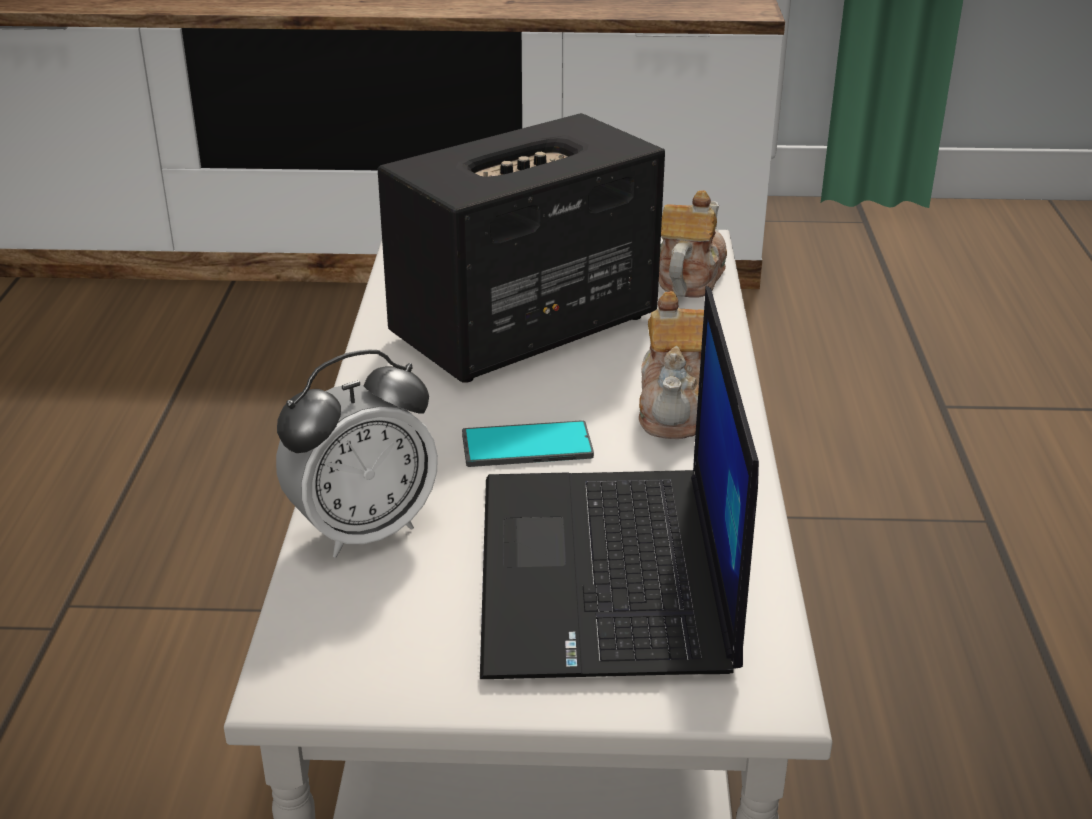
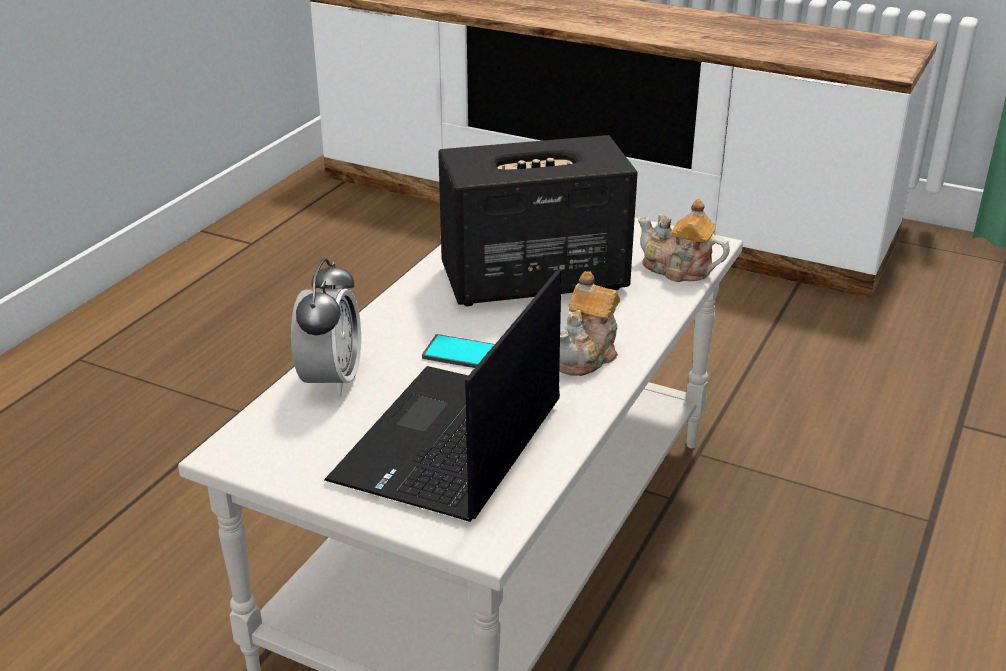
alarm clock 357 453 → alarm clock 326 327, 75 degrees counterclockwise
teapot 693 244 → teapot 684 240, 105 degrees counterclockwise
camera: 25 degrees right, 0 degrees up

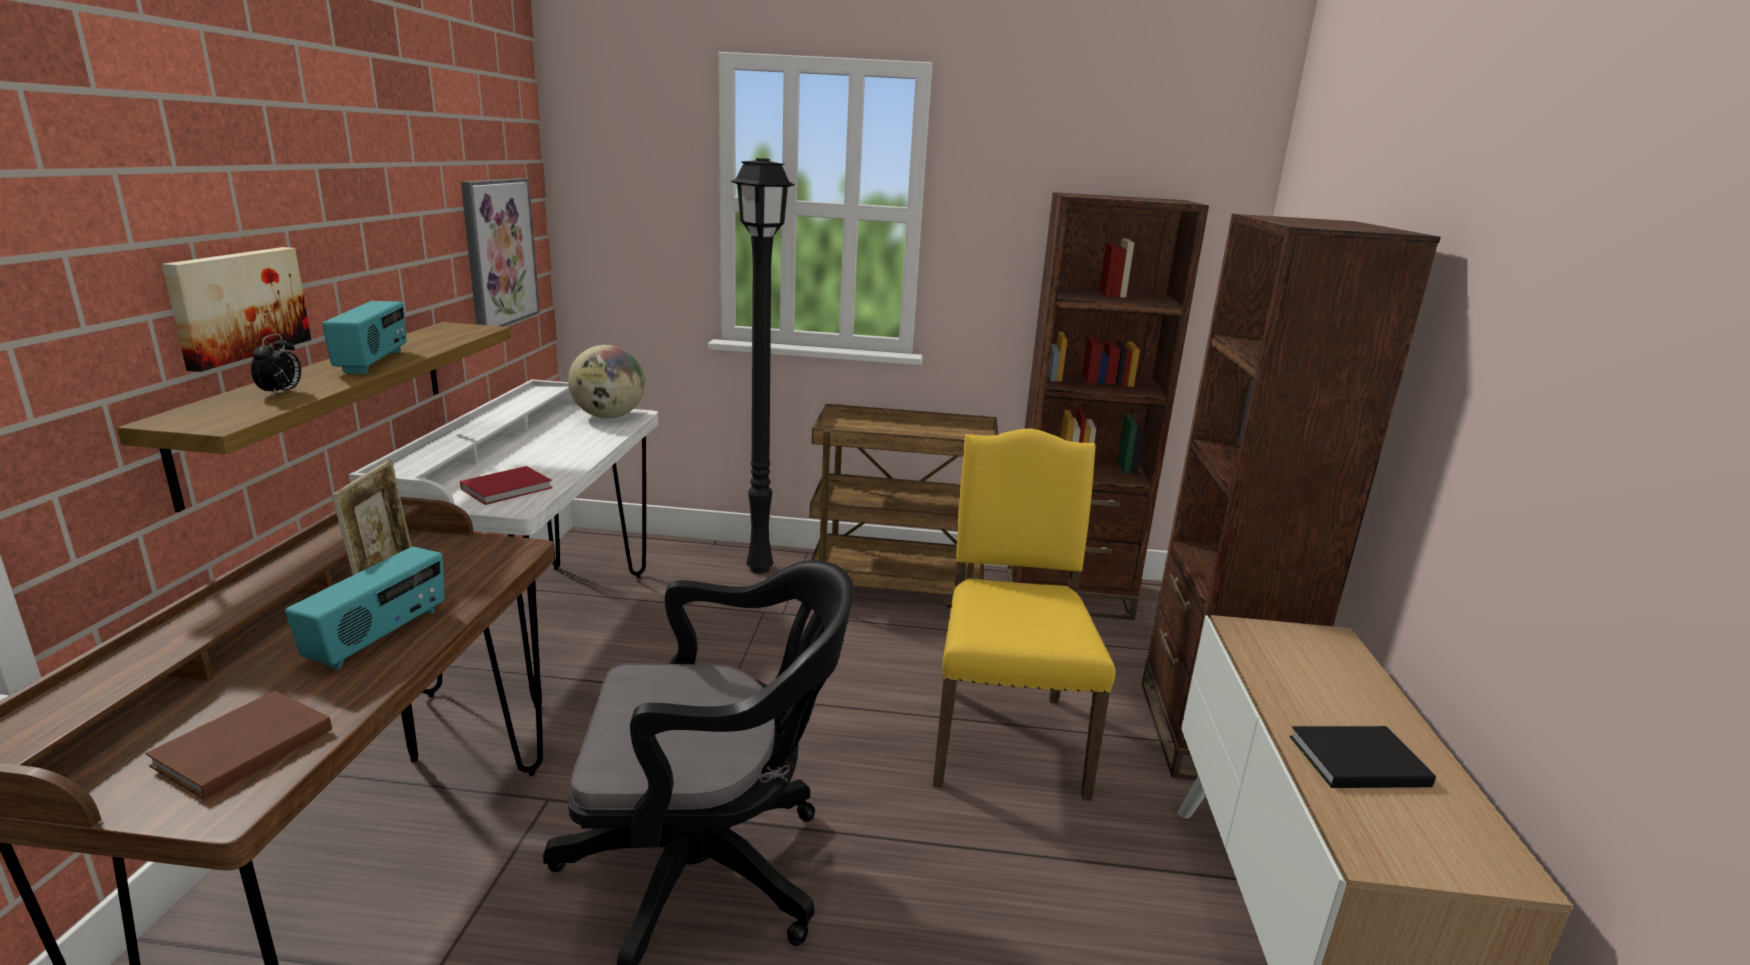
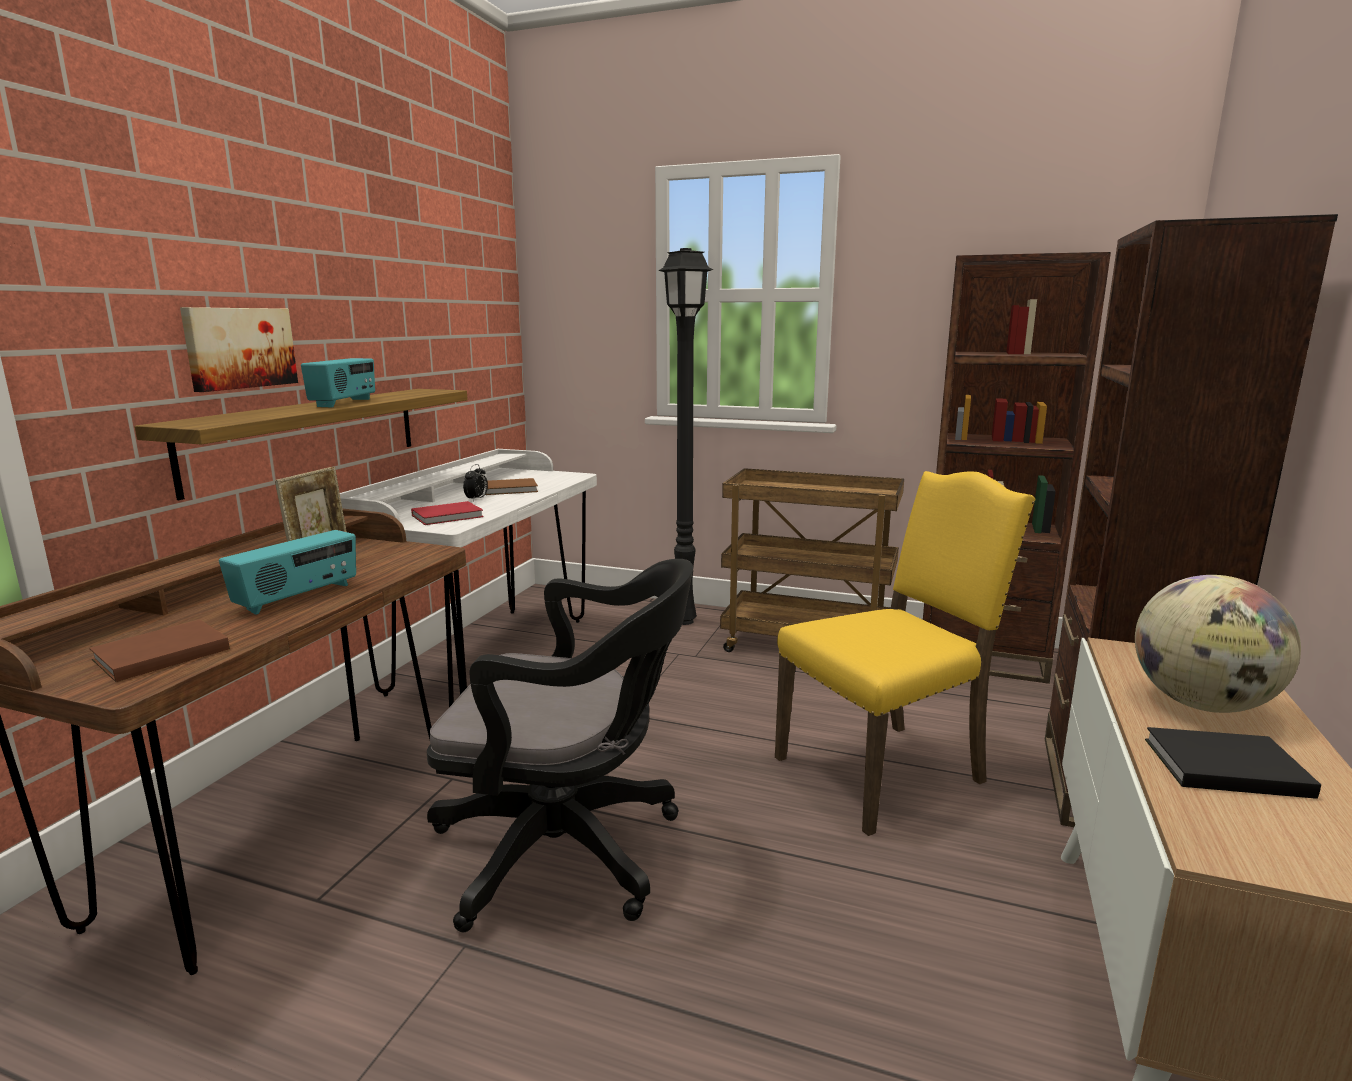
alarm clock 276 365 → alarm clock 475 482, shifted
picture 500 252 → -
globe 606 381 → globe 1218 644, shifted
yellow chair 1024 615 → yellow chair 905 653, 45 degrees clockwise
- → brown book 511 486
camera: 15 degrees right, 5 degrees down

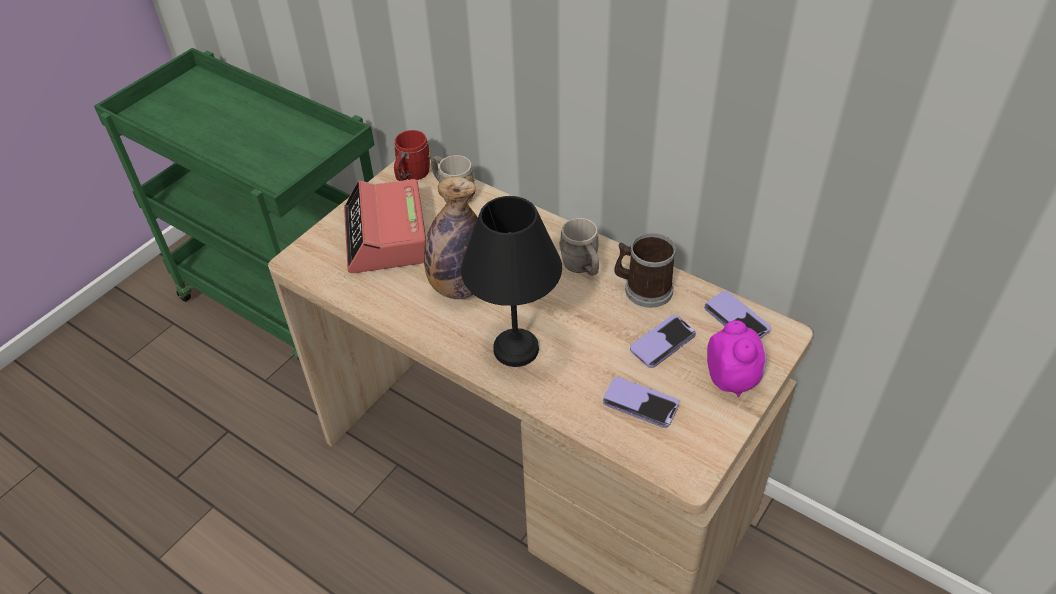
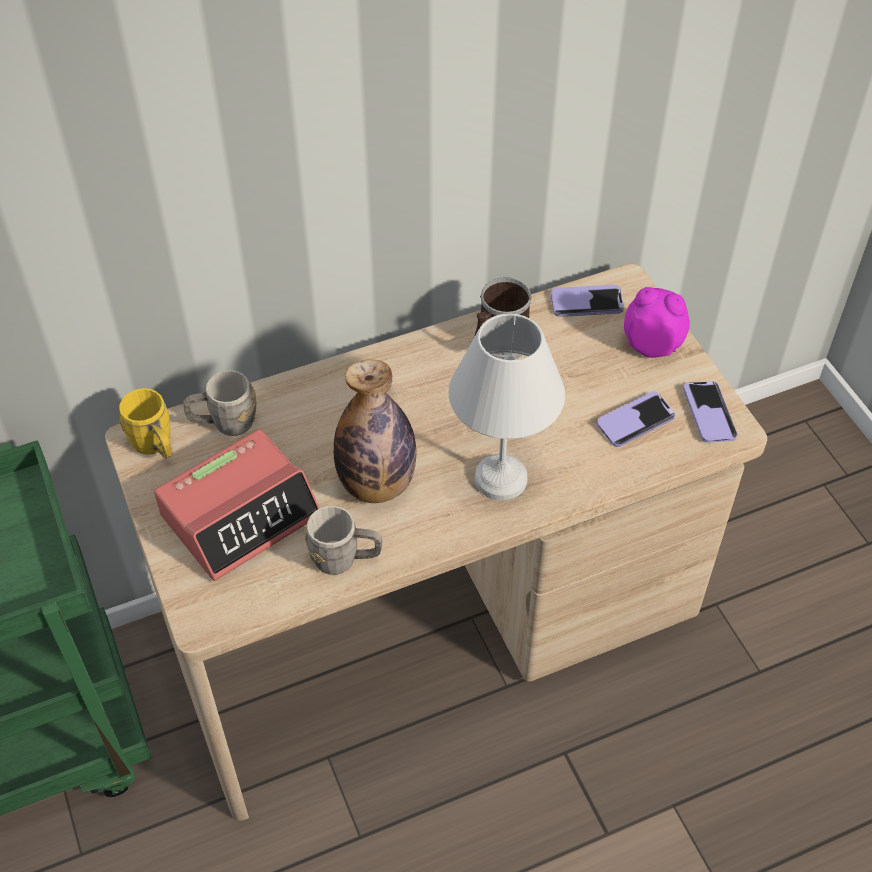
alarm clock 385 226 → alarm clock 236 505, 60 degrees counterclockwise
red mug 412 155 → yellow mug 146 423
black table lamp 511 281 → white table lamp 507 406
grey mug 579 247 → grey mug 343 540, shifted
phone 663 341 → phone 710 412, shifted
camera: 60 degrees left, 5 degrees up

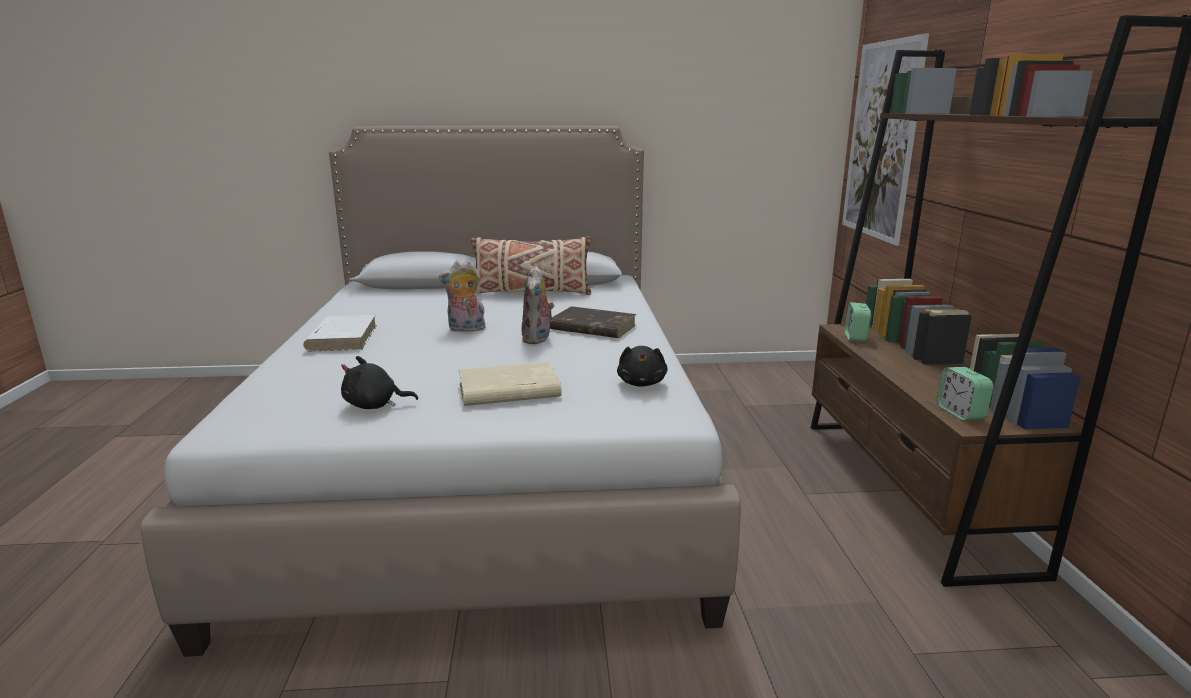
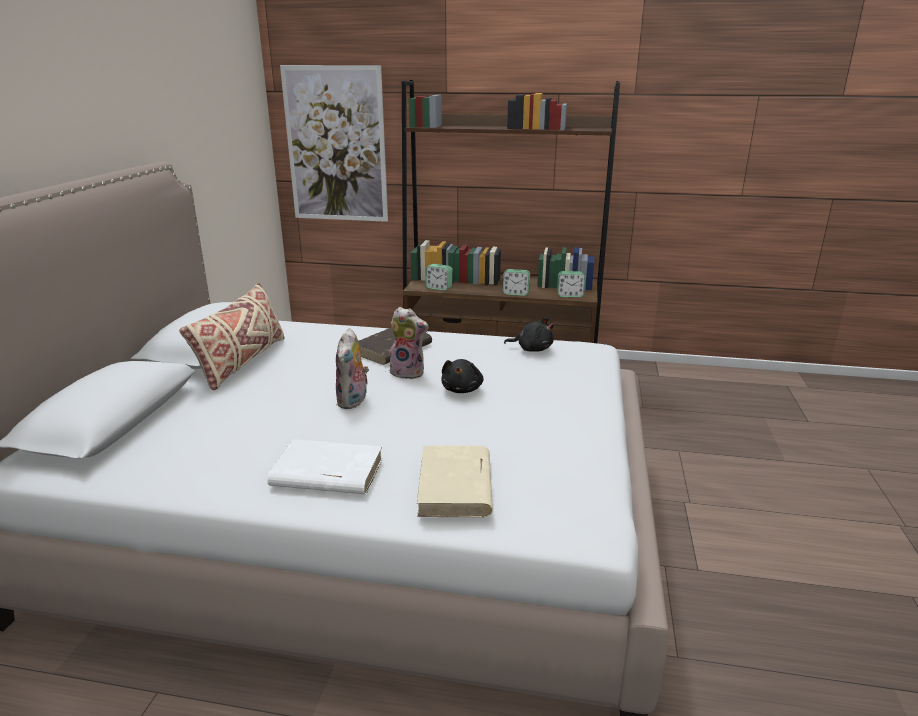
black plush toy 379 382 → black plush toy 462 376, shifted
beige book 510 384 → beige book 455 481, shifted
- → alarm clock 516 282
camera: 75 degrees left, 5 degrees up

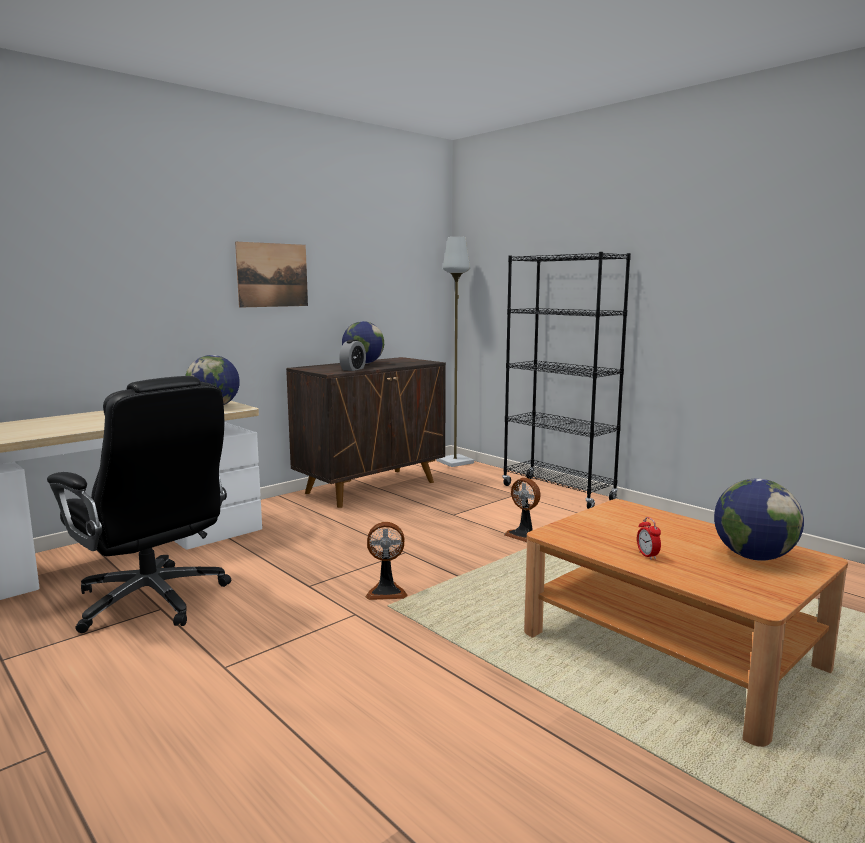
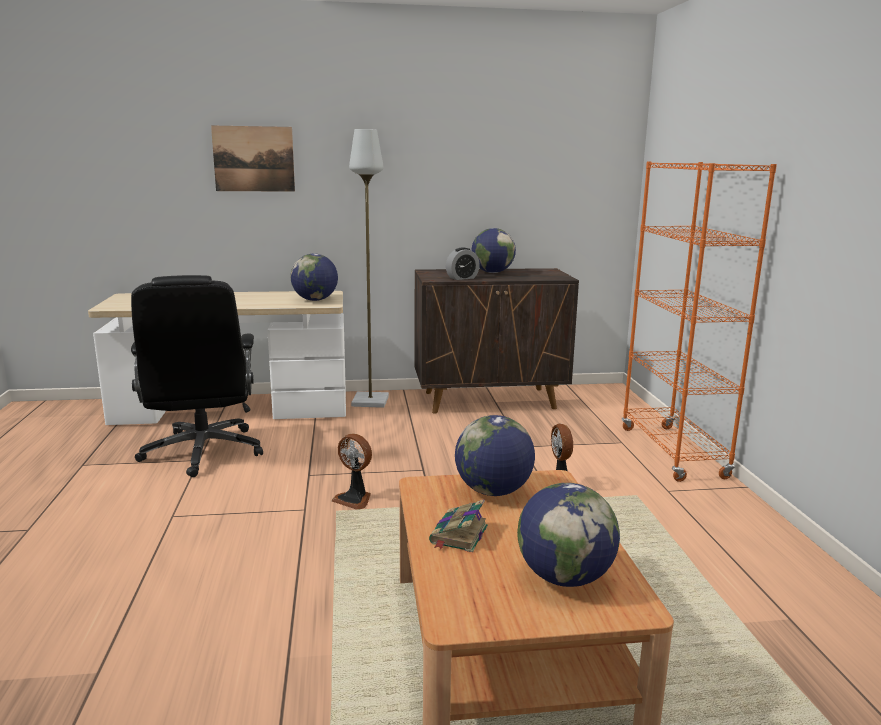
picture 271 275 → picture 253 159, shifted
grey floor lamp 455 352 → grey floor lamp 369 268, shifted
black bookcase 567 380 → orange bookcase 699 321
alarm clock 649 538 → book 458 526
- → globe 495 455
camera: 35 degrees right, 5 degrees up

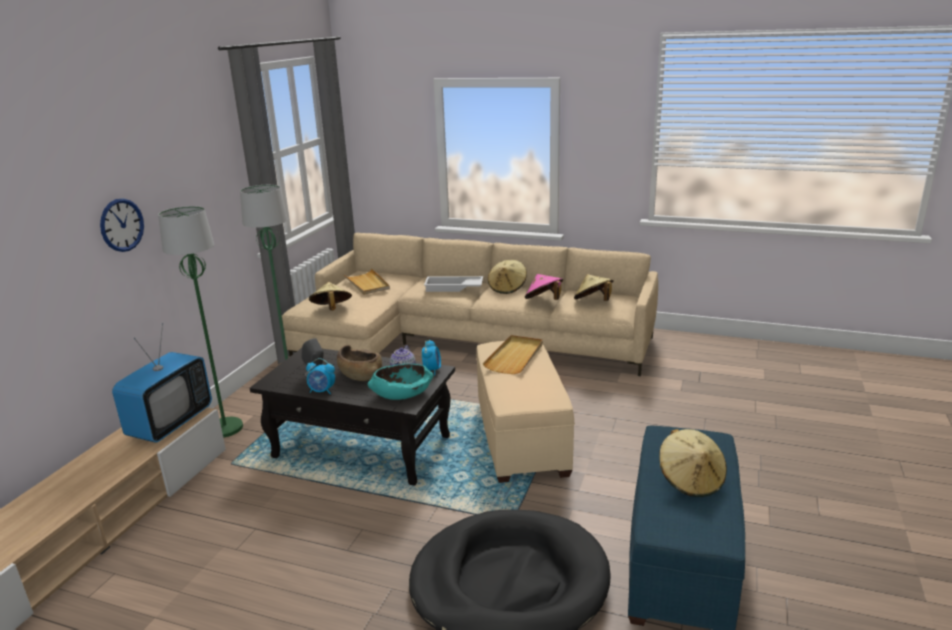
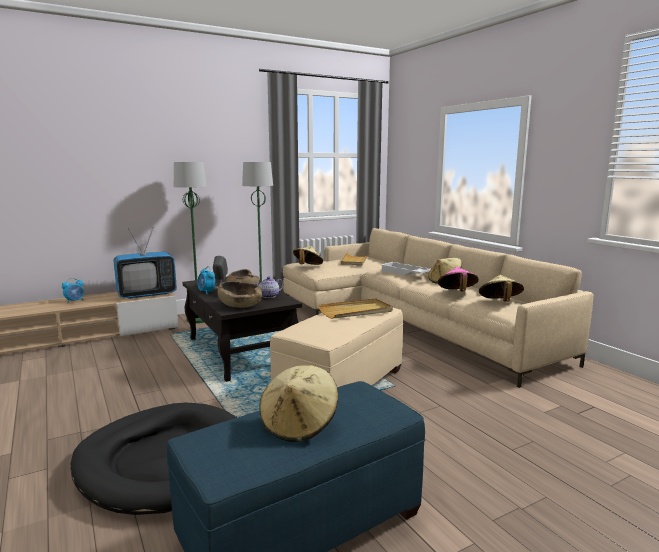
wall clock 122 225 → -
turquoise bowl 400 382 → brown bowl 239 294
alarm clock 431 358 → alarm clock 73 290, shifted
camera: 40 degrees right, 10 degrees down

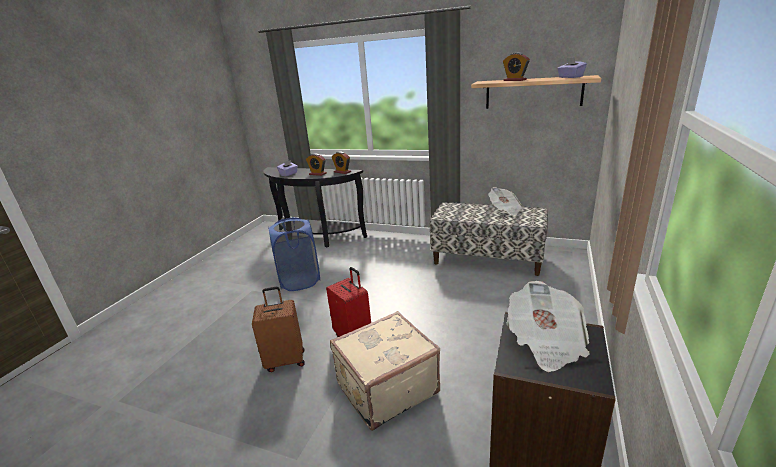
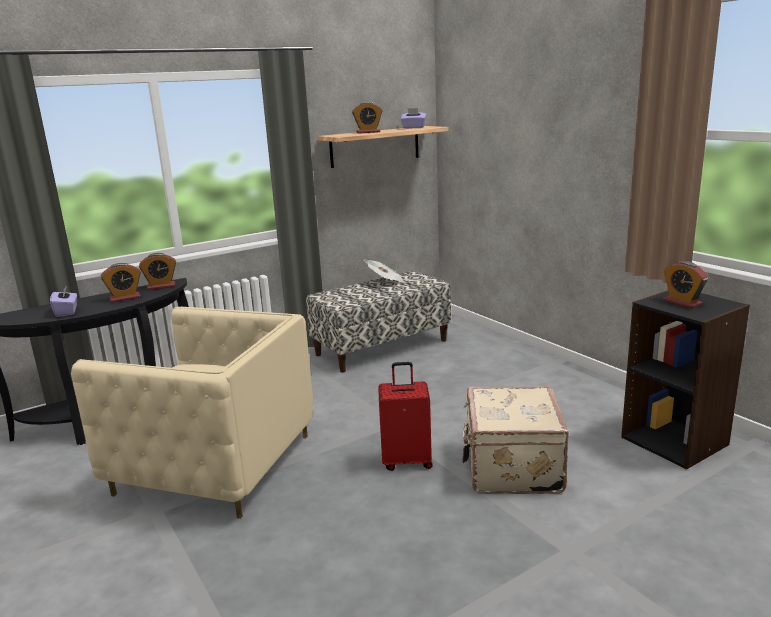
brown suitcase 278 329 → -
blue laundry basket 294 254 → beige armchair 192 413
newspaper 548 326 → alarm clock 686 284
camera: 55 degrees left, 5 degrees down

